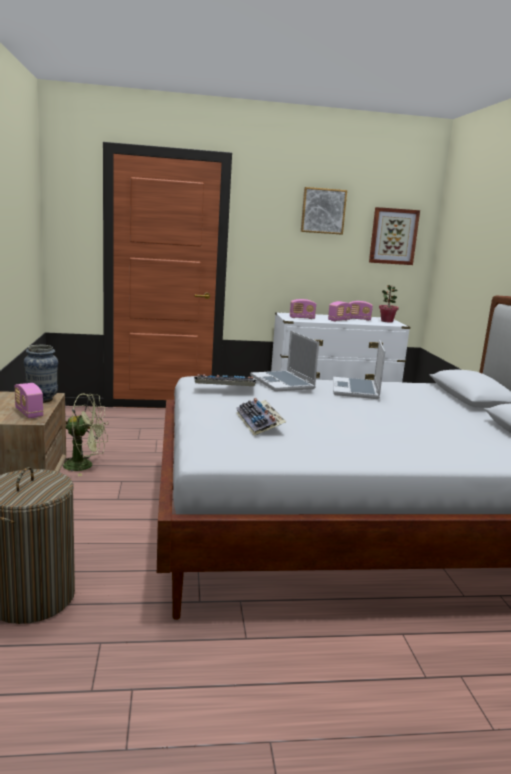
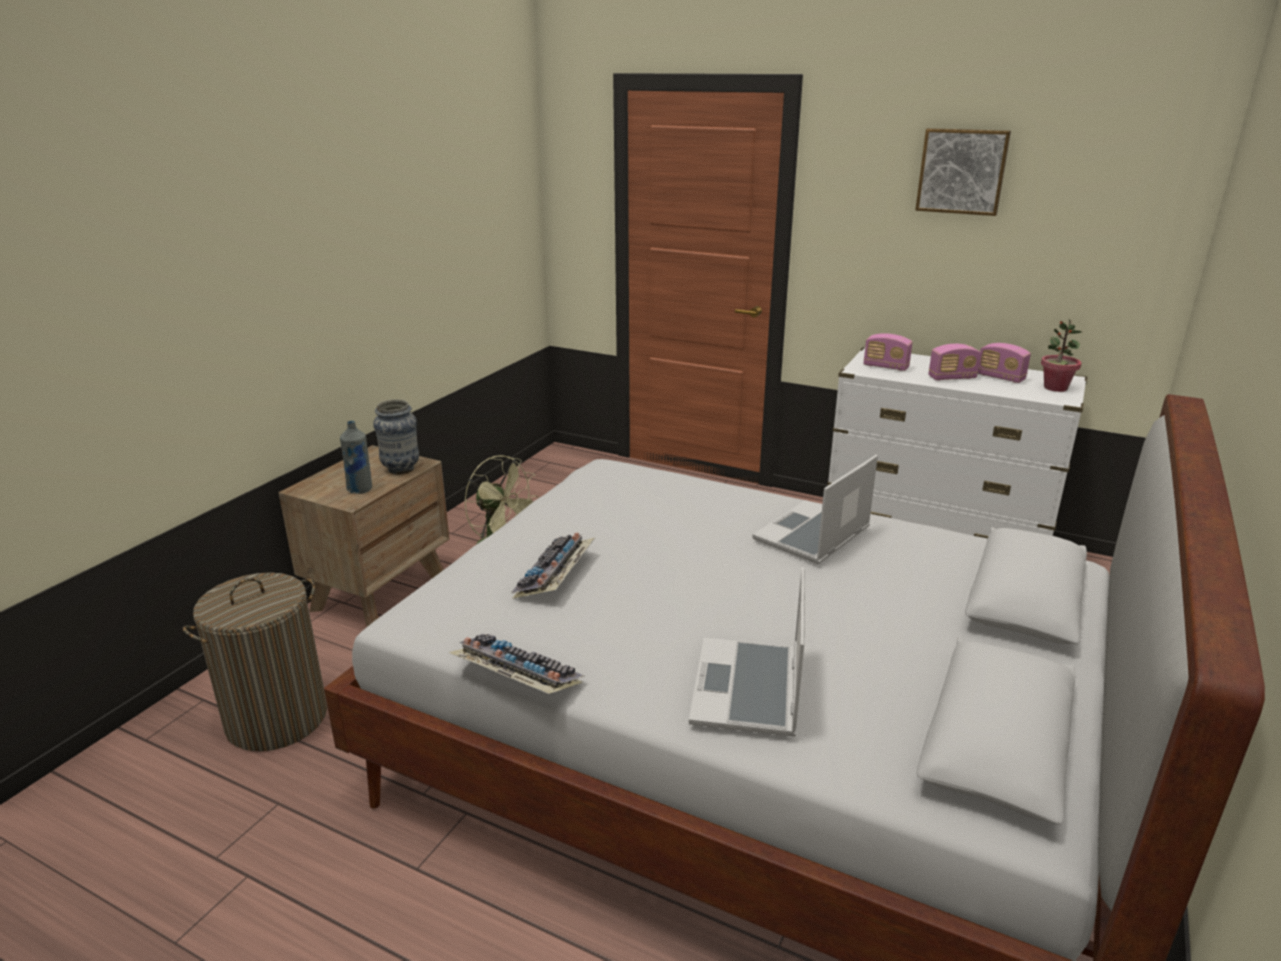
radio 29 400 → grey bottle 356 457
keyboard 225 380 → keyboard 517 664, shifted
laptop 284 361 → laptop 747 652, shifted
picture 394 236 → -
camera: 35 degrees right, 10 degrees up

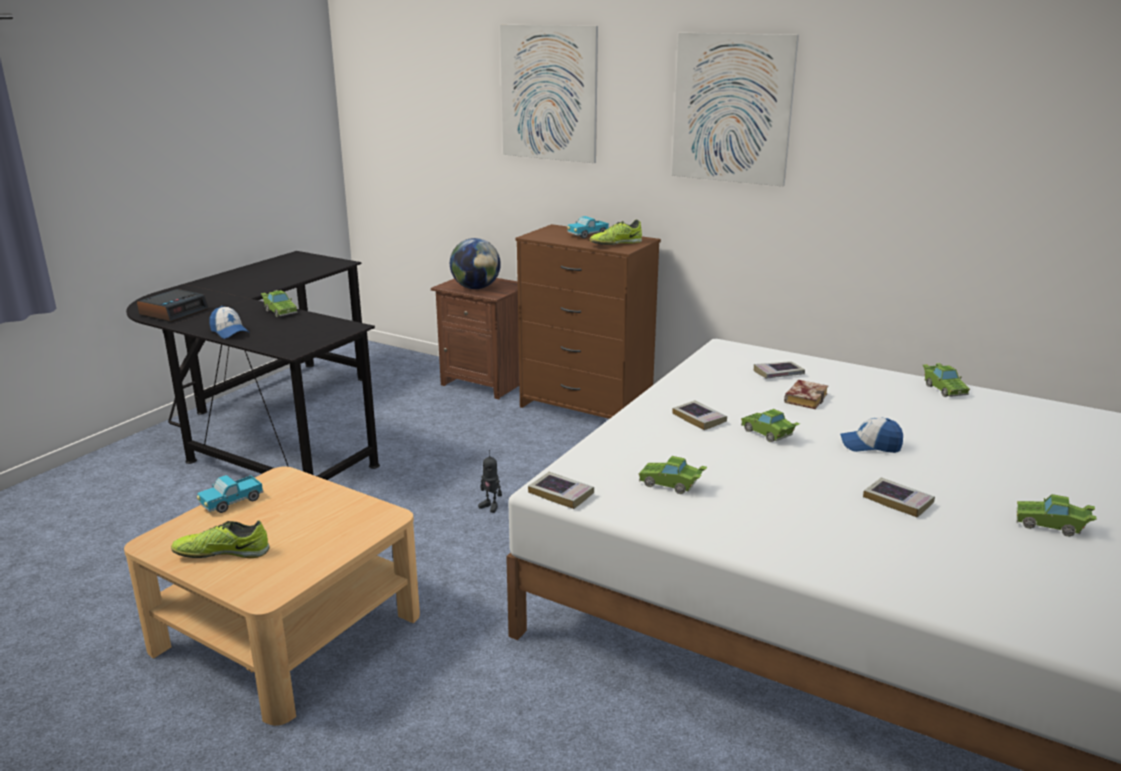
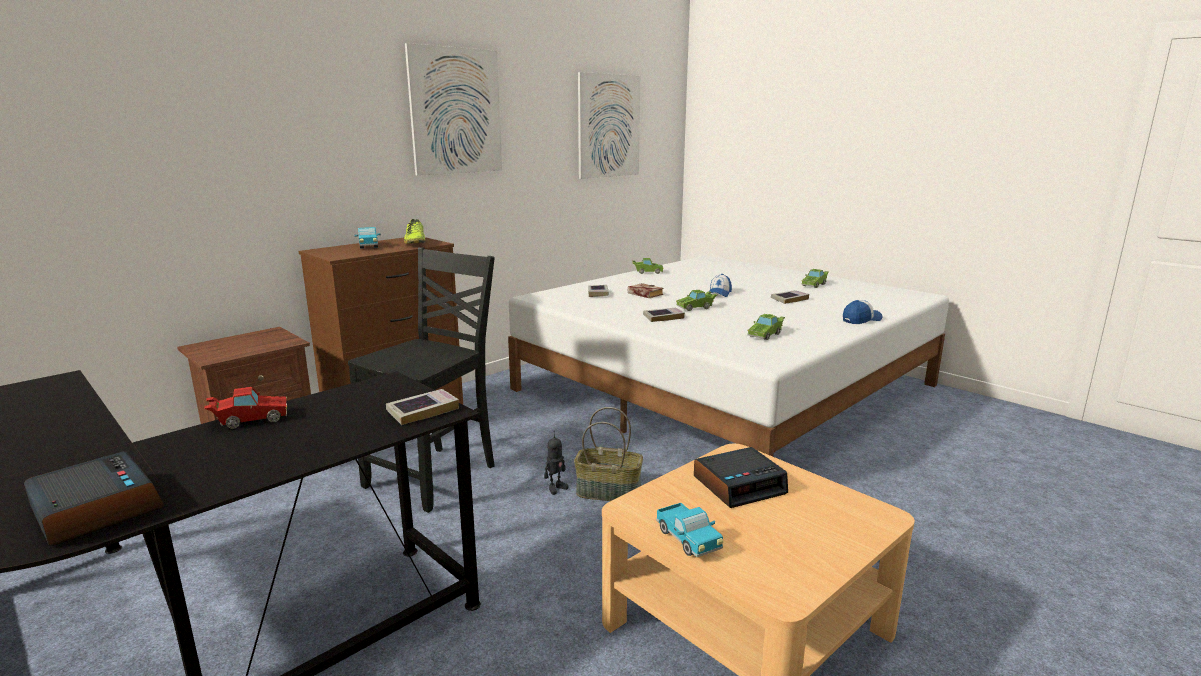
shoe 220 539 → -
cap 229 322 → cap 862 312, shifted
green toy car 279 303 → red toy car 245 408
globe 475 263 → -
picture 549 94 → picture 609 125, shifted
book 561 490 → book 422 407, shifted
- → black chair 421 380
- → basket 608 454
- → alarm clock 741 477
camera: 75 degrees left, 5 degrees down

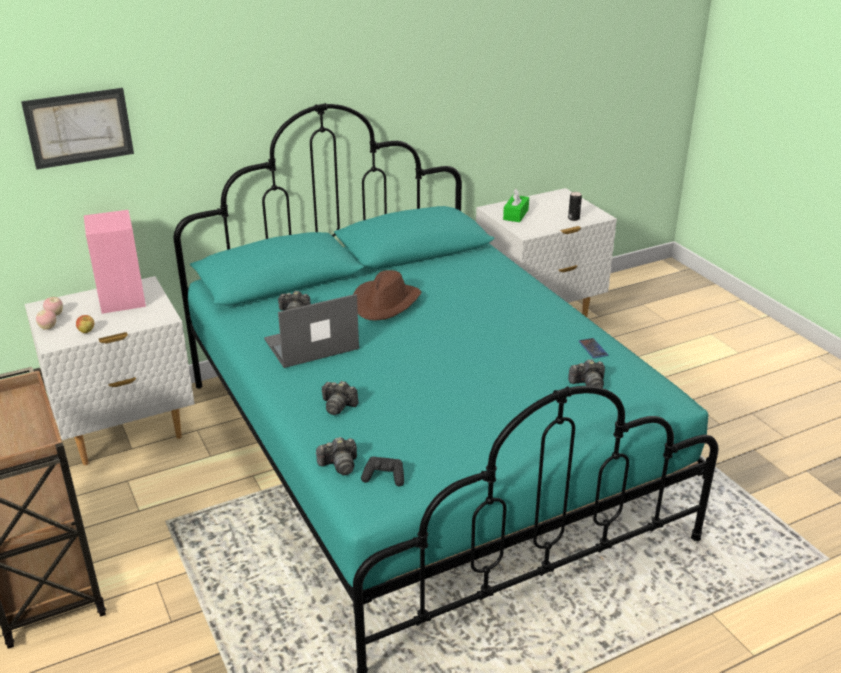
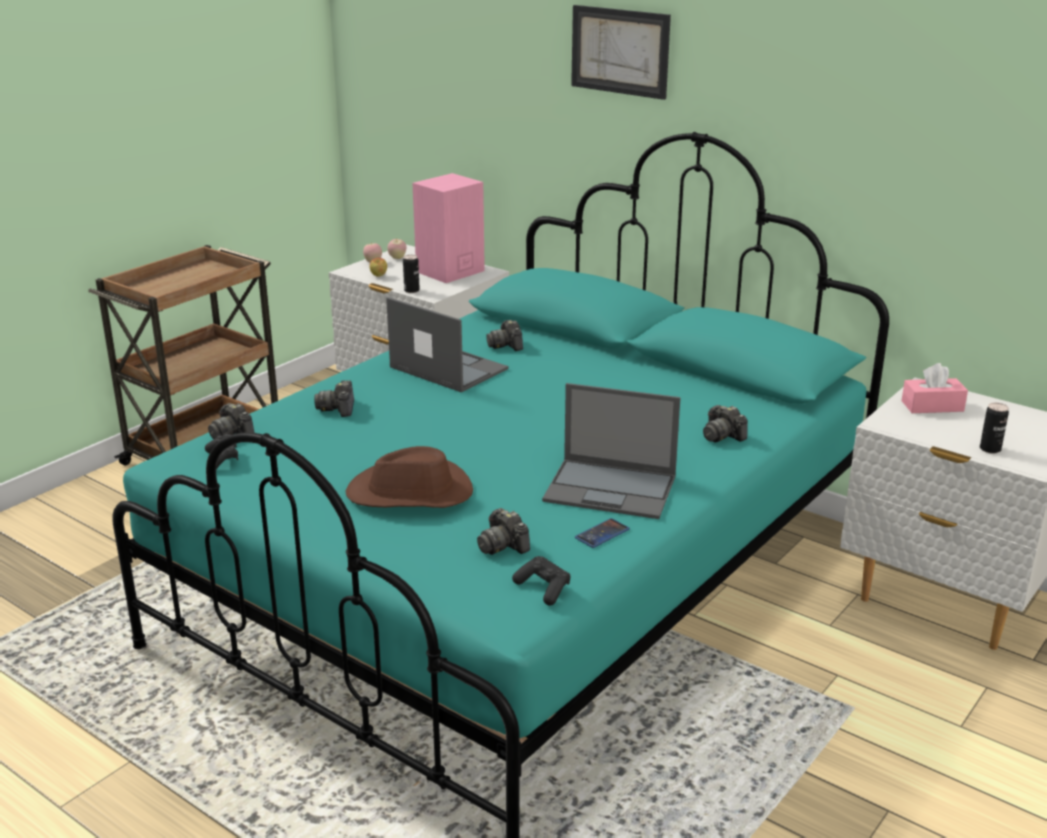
picture 77 128 → picture 621 52, shifted
brown hat 387 295 → brown hat 409 477, shifted
green tissue box 516 205 → pink tissue box 934 388
- → can 411 274
- → black game controller 541 581
- → laptop 611 451
- → photo camera 725 423
camera: 65 degrees right, 5 degrees down

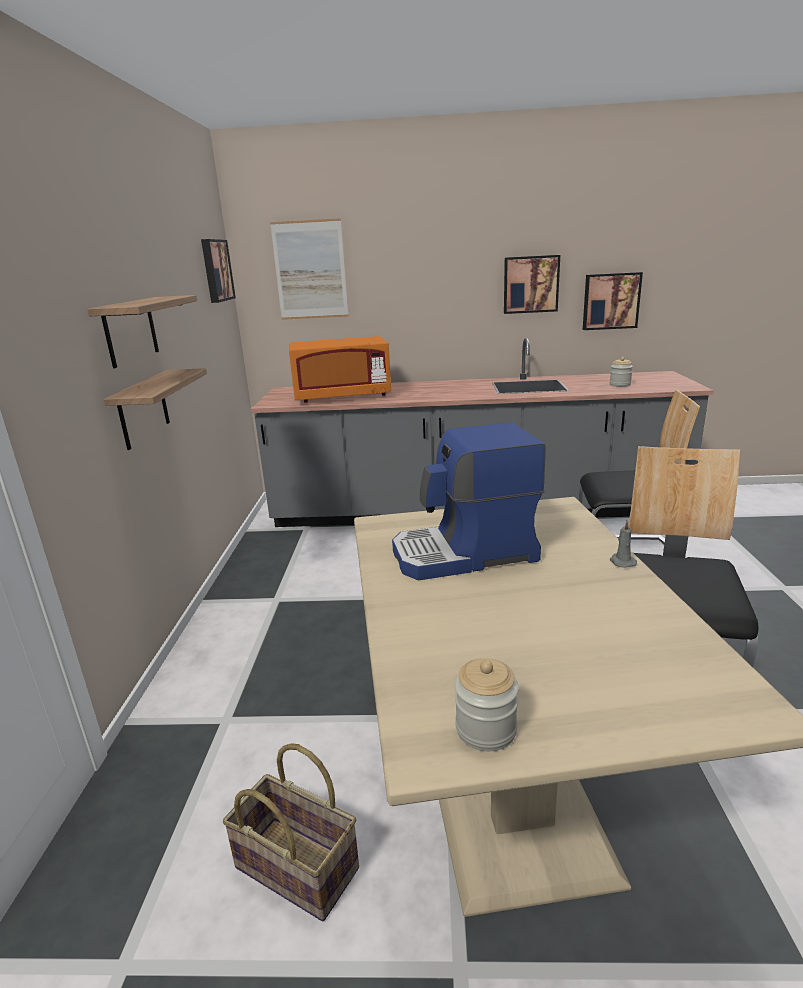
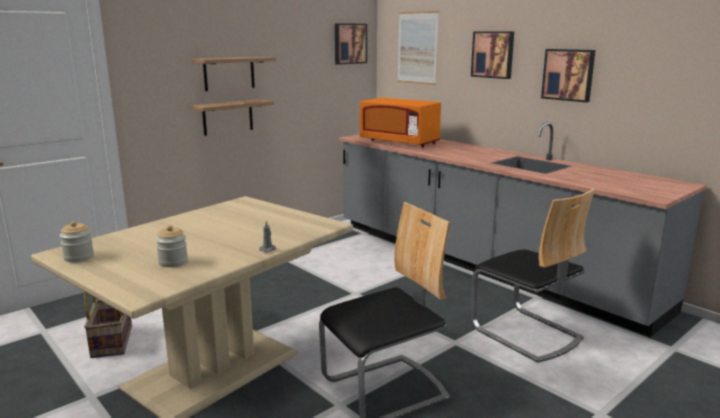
coffee machine 469 501 → -
picture 613 301 → picture 492 55, shifted
jar 621 372 → jar 171 246, shifted
camera: 45 degrees right, 5 degrees down

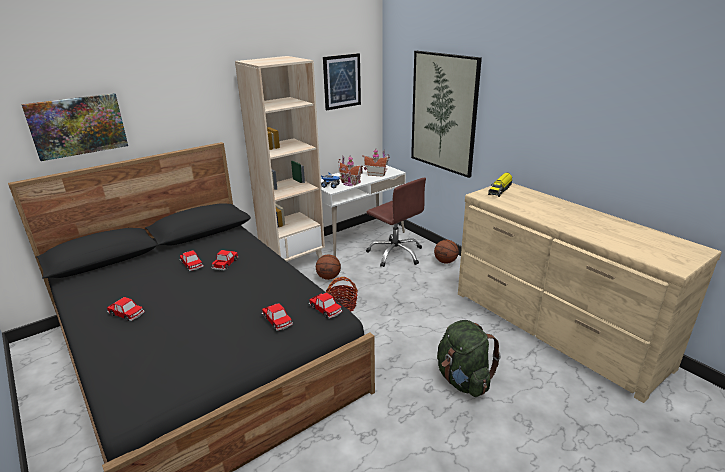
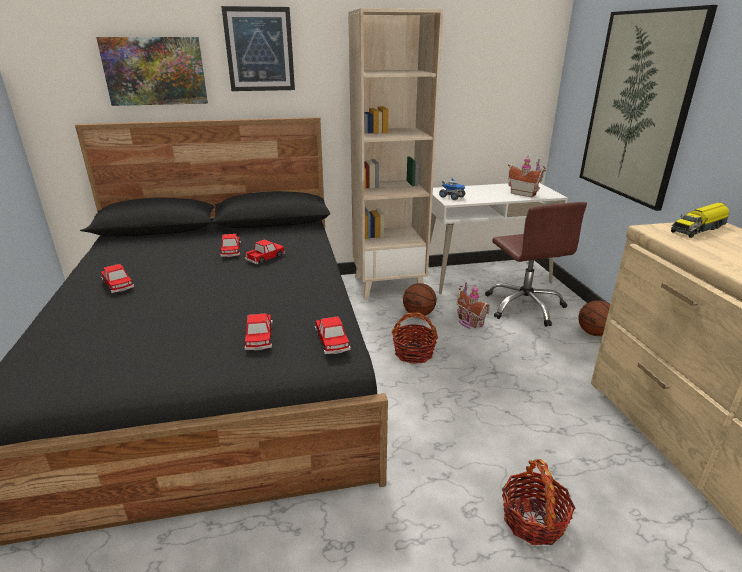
picture 342 81 → picture 258 48, shifted
toy house 350 171 → toy house 473 305, shifted
green backpack 469 358 → basket 538 502
camera: 25 degrees right, 0 degrees up

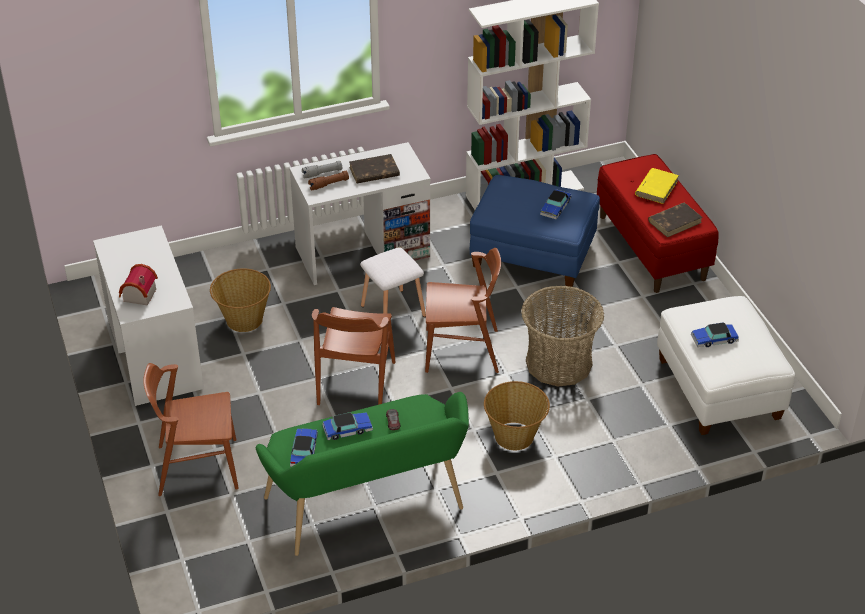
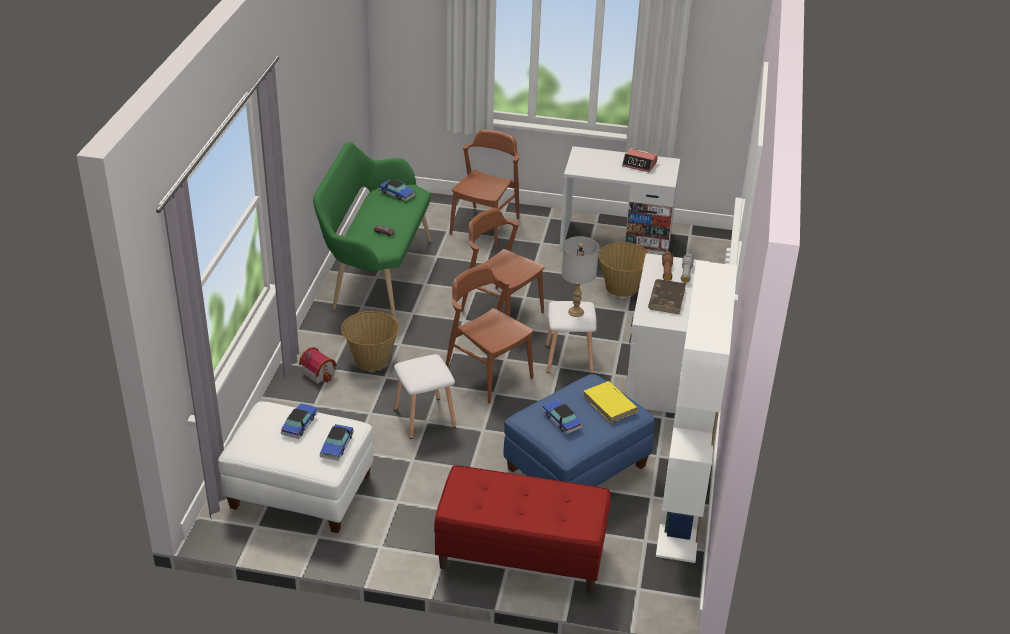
toy house 138 285 → toy house 318 365, shifted
toy car 347 426 → toy car 337 442, shifted
brown chair 463 310 → brown chair 489 334, 105 degrees clockwise
basket 562 336 → white stool 425 396
yellow book 657 186 → yellow book 610 402, shifted
brown book 675 220 → -
- → grey table lamp 580 276
- → alarm clock 640 160
camera: 120 degrees right, 5 degrees down

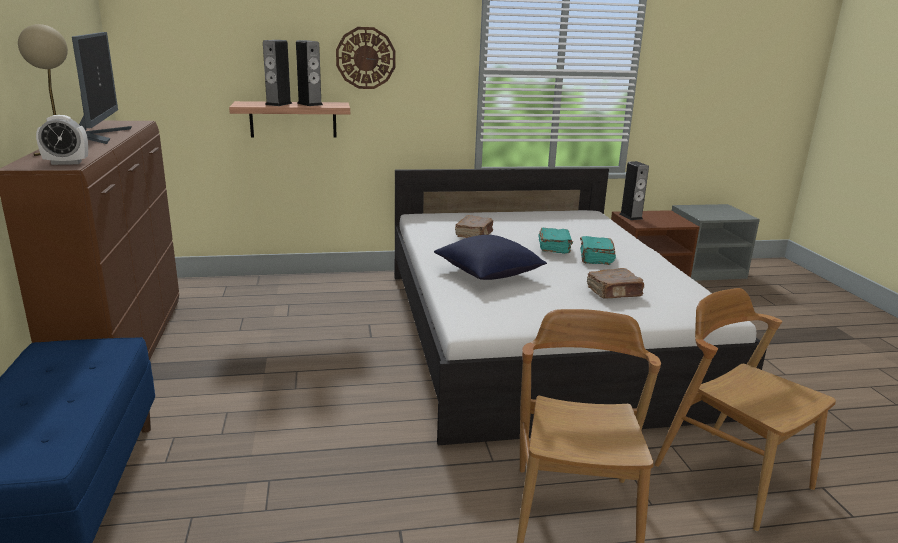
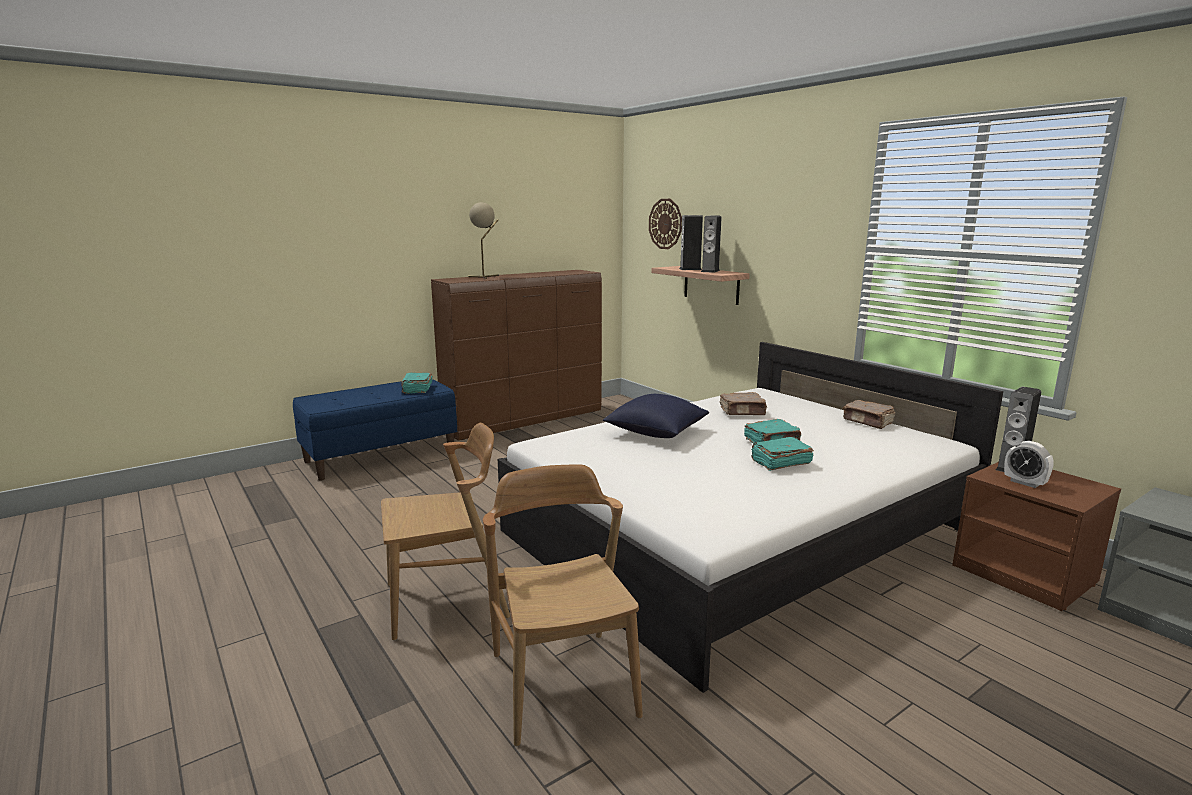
alarm clock 62 140 → alarm clock 1029 464, shifted
monitor 102 88 → -
wall clock 366 58 → wall clock 665 224, shifted
brown book 615 283 → brown book 869 414, shifted
brown chair 745 409 → brown chair 563 605, 45 degrees counterclockwise
- → turquoise book 416 383
camera: 65 degrees right, 5 degrees down

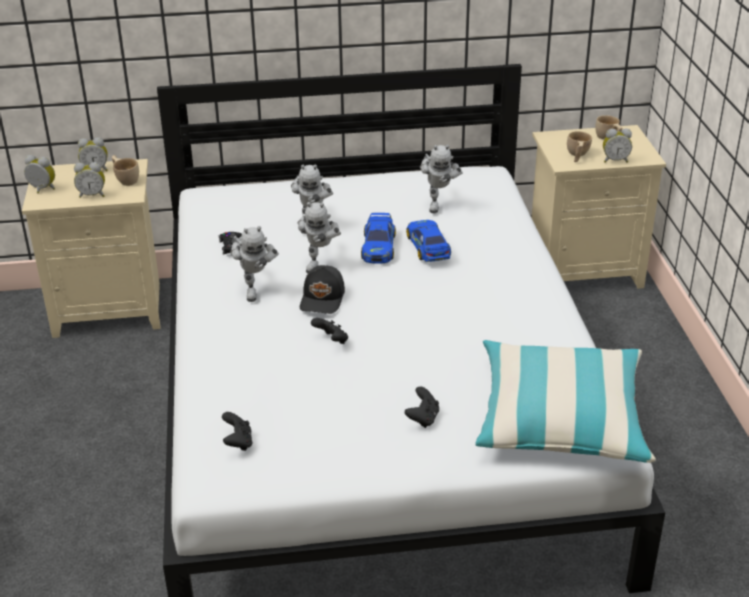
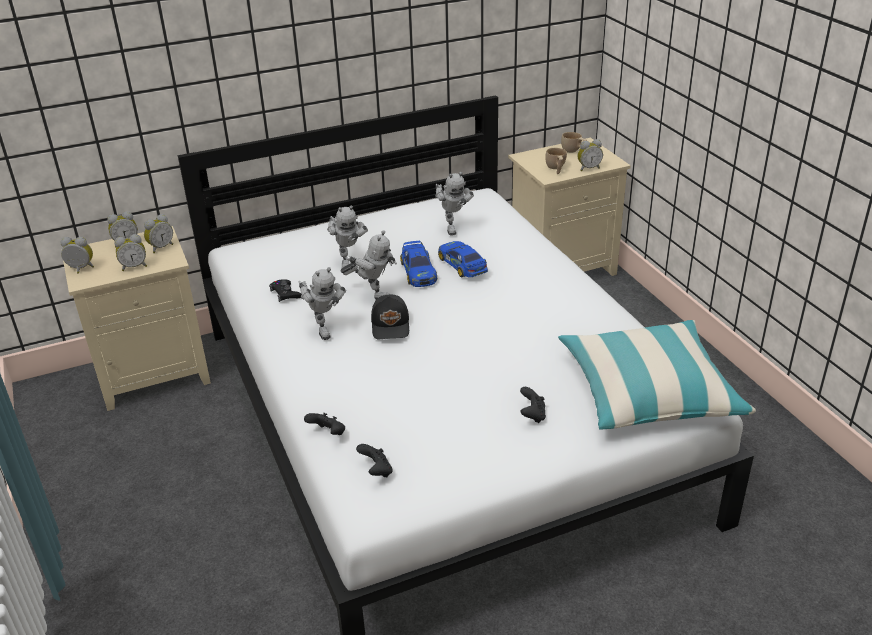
beige cup 125 170 → alarm clock 158 233
toy robot 319 237 → toy robot 369 265, 60 degrees counterclockwise
black game controller 329 331 → black game controller 324 424, shifted
camera: 15 degrees left, 0 degrees up

